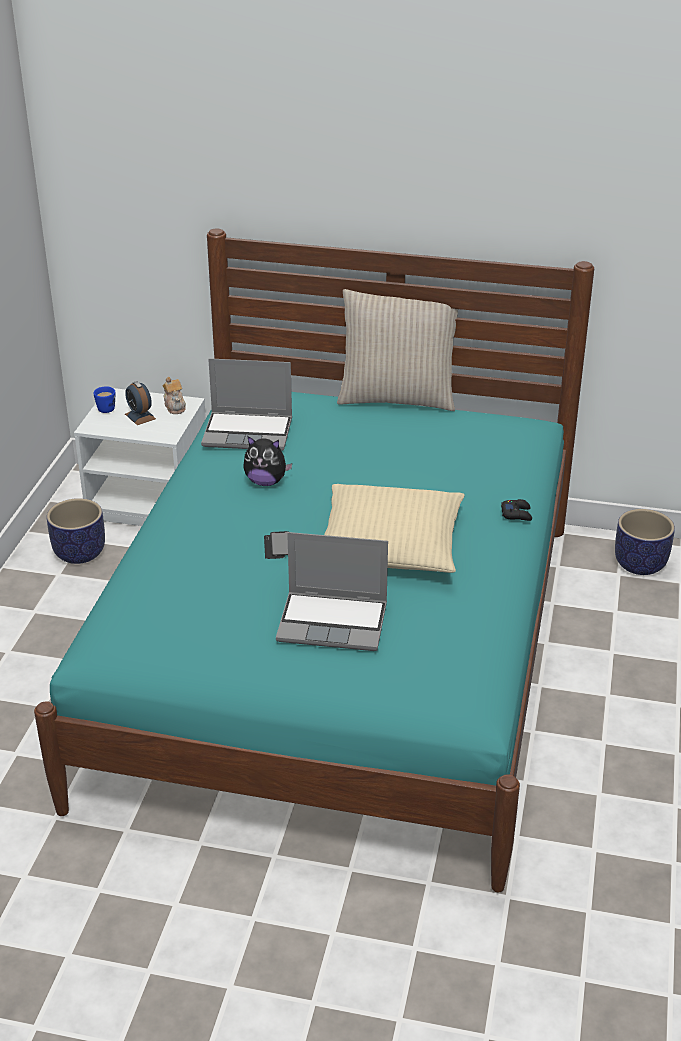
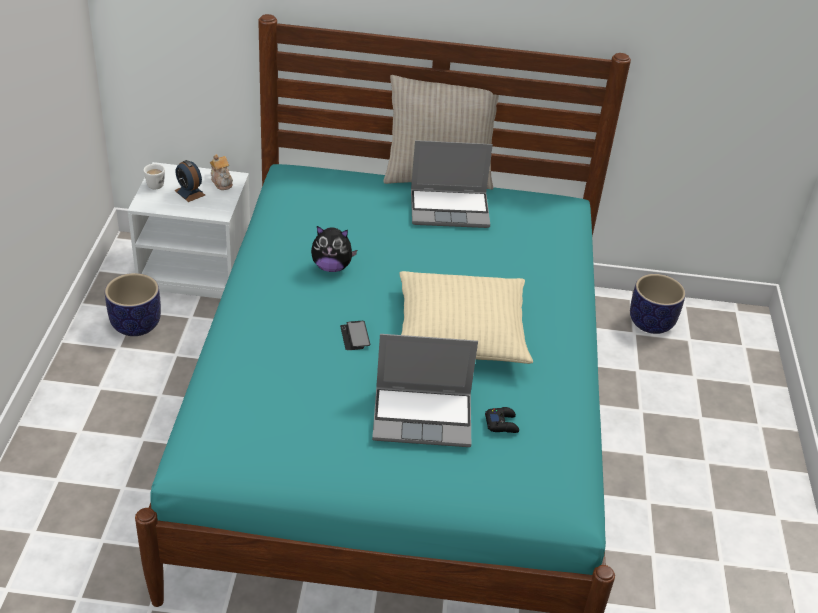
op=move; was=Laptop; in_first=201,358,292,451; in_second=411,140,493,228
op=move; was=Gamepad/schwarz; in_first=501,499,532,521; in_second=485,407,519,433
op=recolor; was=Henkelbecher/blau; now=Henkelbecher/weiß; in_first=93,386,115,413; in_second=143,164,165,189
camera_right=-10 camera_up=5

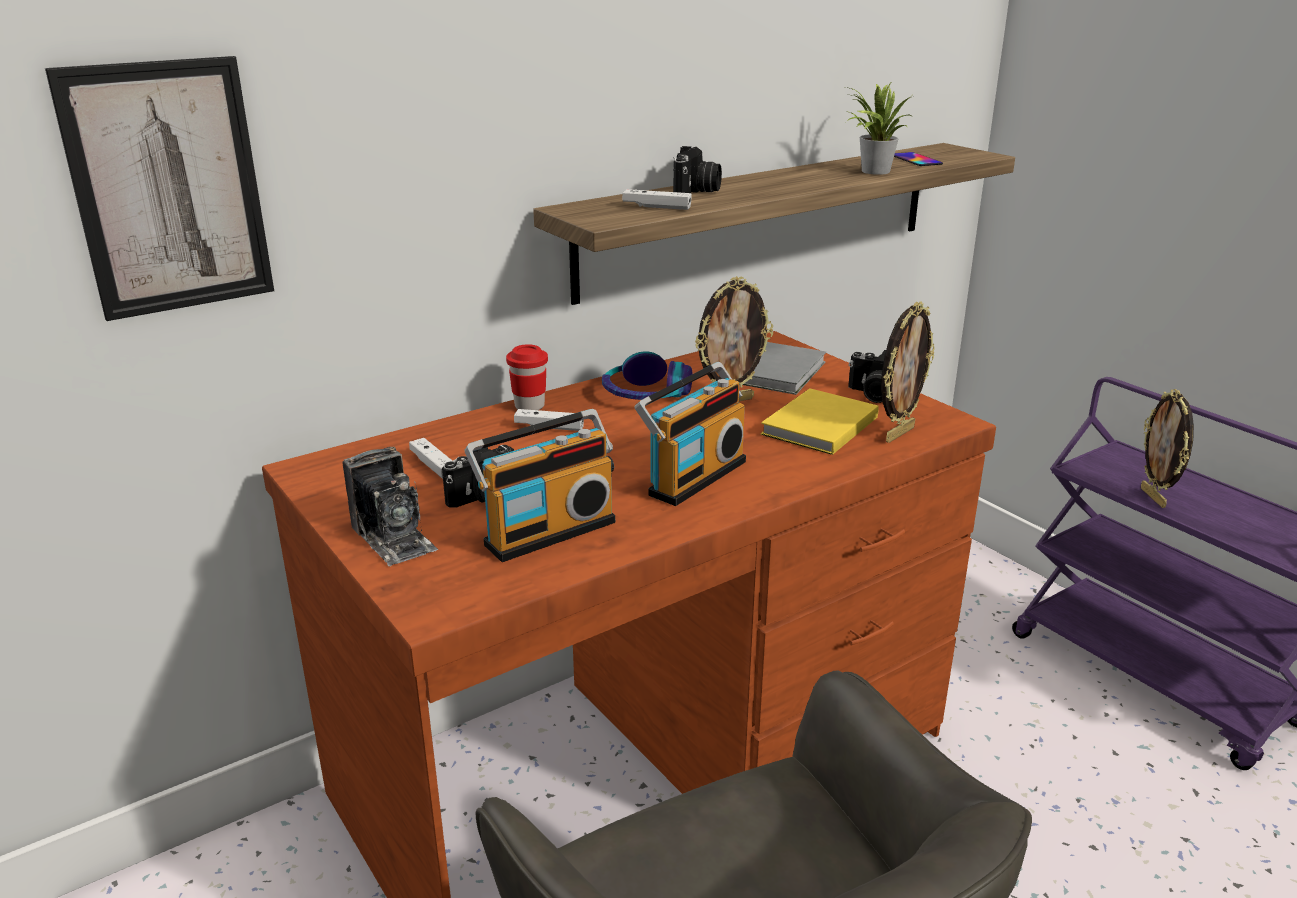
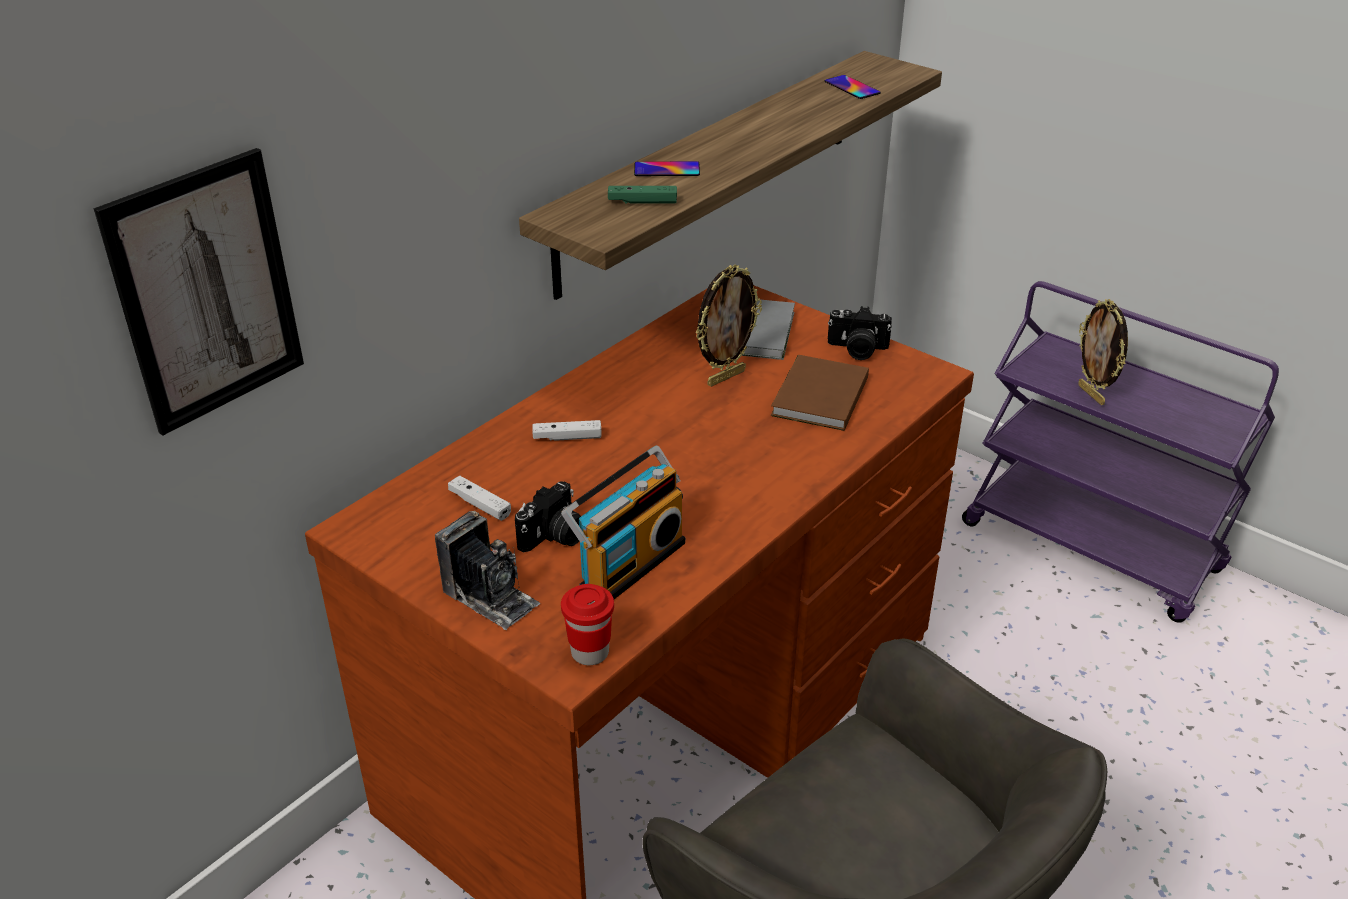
op=delete; was=Kopfhörer; in_first=602,352,692,400
op=delete; was=Radio; in_first=634,362,746,506
op=delete; was=Topfpflanze; in_first=846,83,911,175
op=delete; was=Bilderrahmen; in_first=881,301,934,443
op=move; was=Tasse/rot; in_first=506,344,548,410; in_second=561,584,614,665
op=replace; was=Kamera; now=Handy; in_first=673,146,722,193; in_second=634,161,700,176
op=recolor; was=Gamepad/weiß; now=Gamepad/grün; in_first=622,189,692,210; in_second=608,186,677,204
op=recolor; was=Buch/gelb; now=Buch/braun; in_first=761,388,879,455; in_second=771,355,869,431
camera_right=-15 camera_up=10

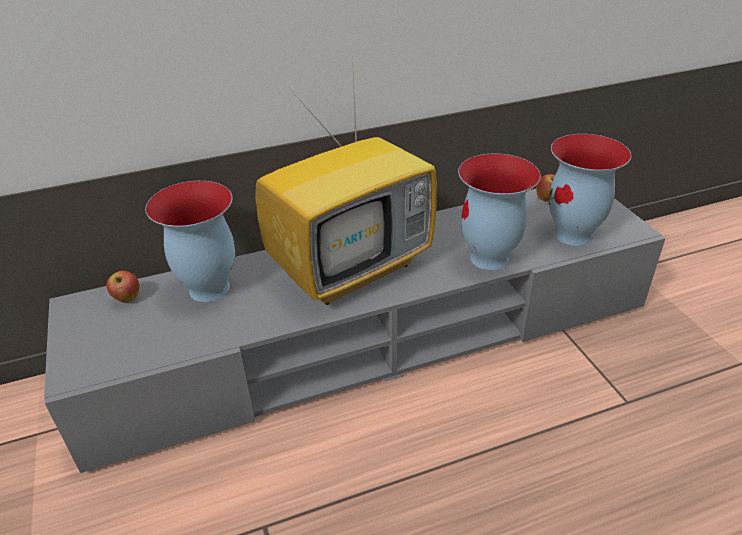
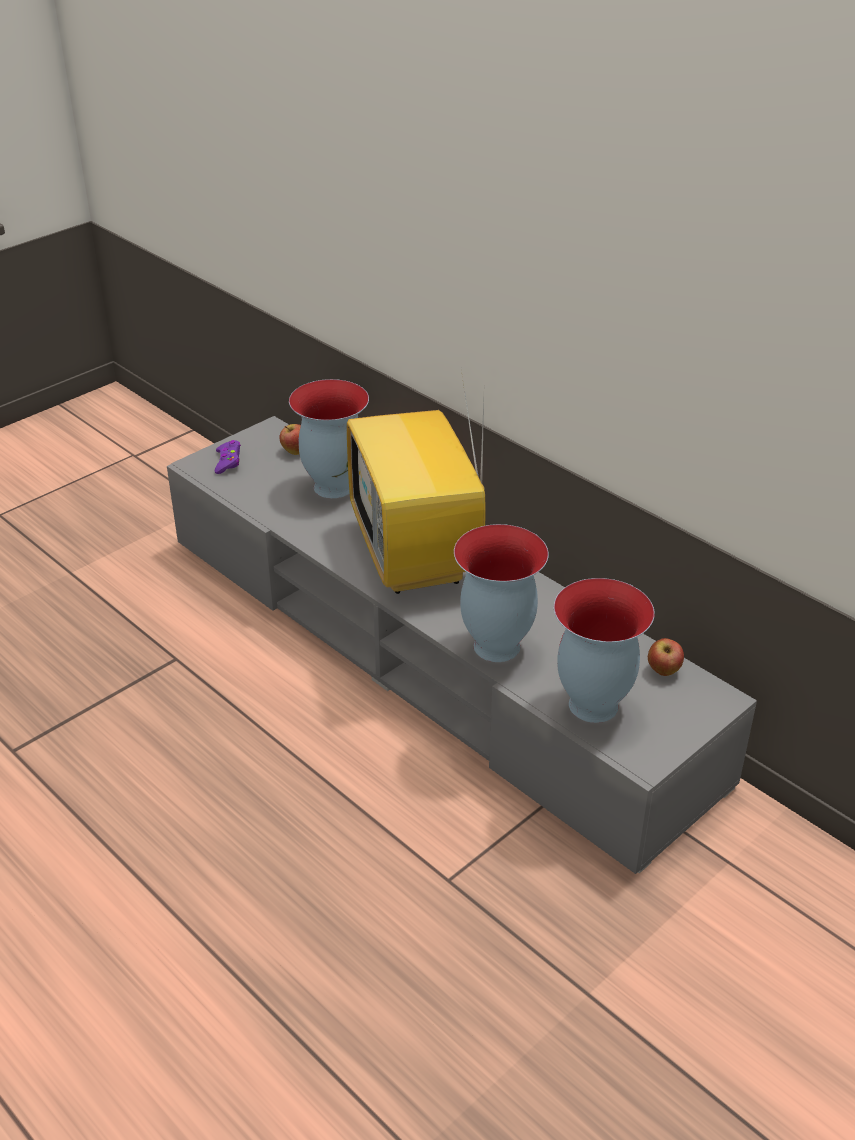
op=insert; now=Gamepad/lila; in_second=215,440,241,474
op=rotate; was=Fernseher; in_first=256,54,437,305; in_second=347,363,486,594; clockwise=45
camera_right=65 camera_up=0

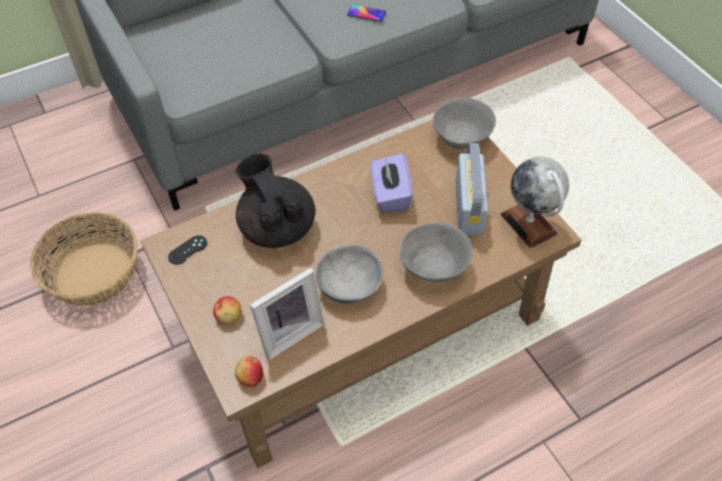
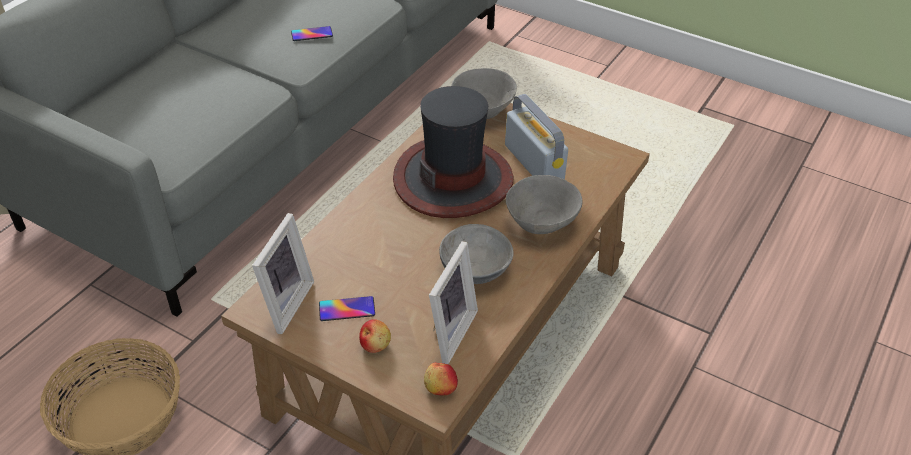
op=delete; was=Teekanne/schwarz; in_first=235,153,315,248
op=delete; was=Globus; in_first=500,156,569,248
op=insert; now=Handy; in_second=319,296,375,321
op=replace; was=Gamepad/schwarz; now=Bilderrahmen; in_first=168,235,207,265; in_second=252,213,314,334
op=replace; was=Taschentuchbox/lila; now=Hut; in_first=371,153,413,212; in_second=393,86,513,218
camera_right=-30 camera_up=-10

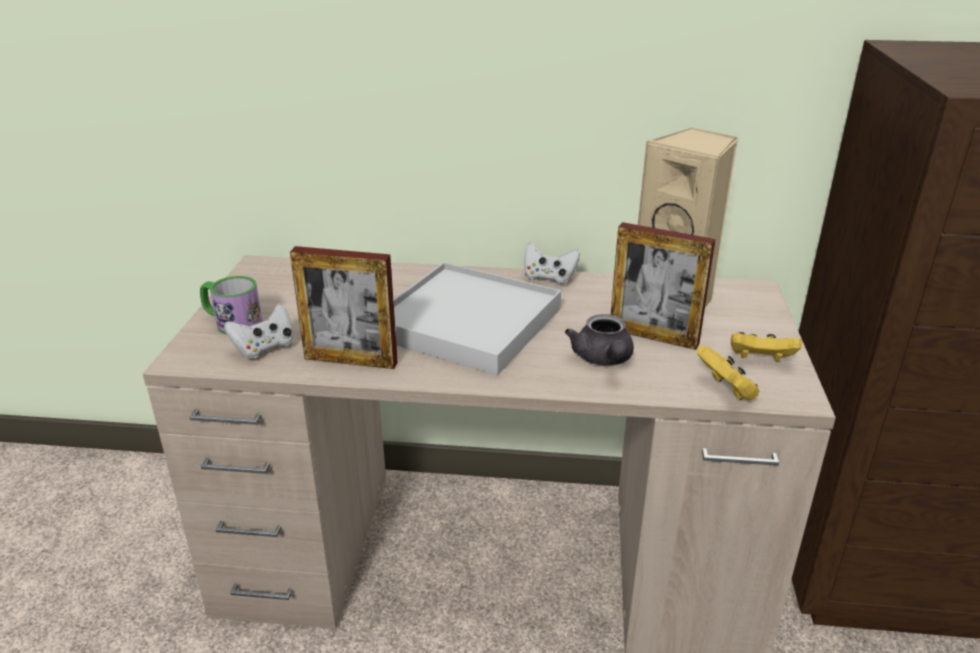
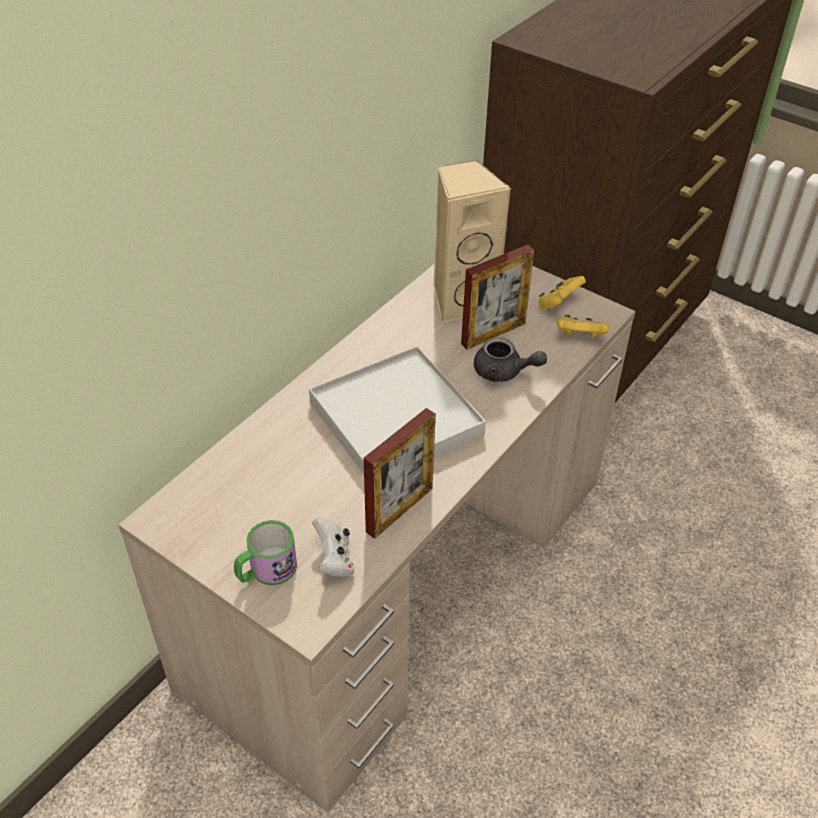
op=delete; was=Gamepad/weiß; in_first=524,242,580,284
camera_right=-60 camera_up=15

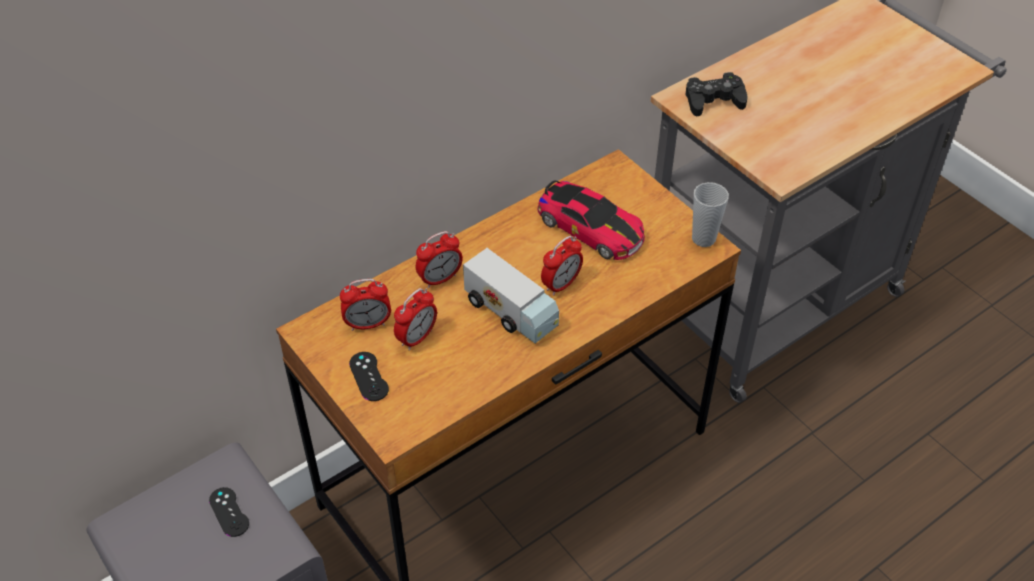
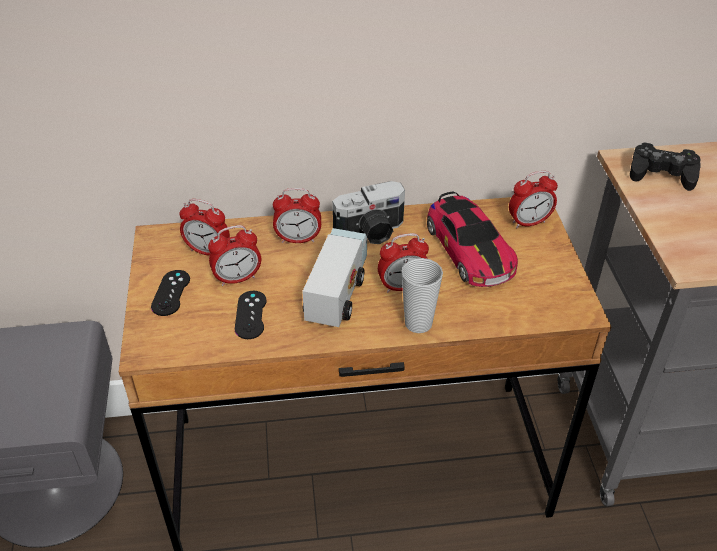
op=insert; now=Kamera; in_second=332,181,405,244
op=insert; now=Wecker; in_second=509,171,558,228
op=move; was=Gamepad/schwarz; in_first=209,487,249,537; in_second=235,291,267,339
op=move; was=Tasse; in_first=692,182,729,247; in_second=402,258,443,333
op=rotate; was=Spielzeuglaster; in_first=463,248,559,343; in_second=302,228,367,327; clockwise=-150
camera_right=30 camera_up=-5

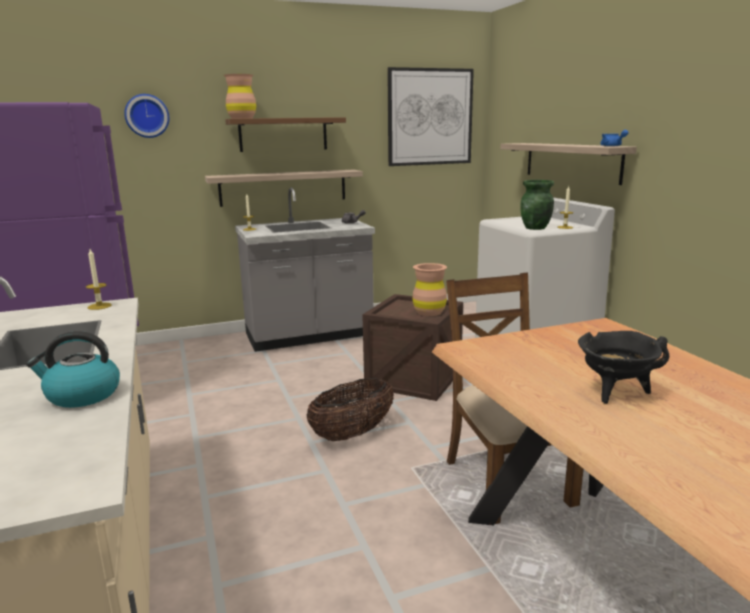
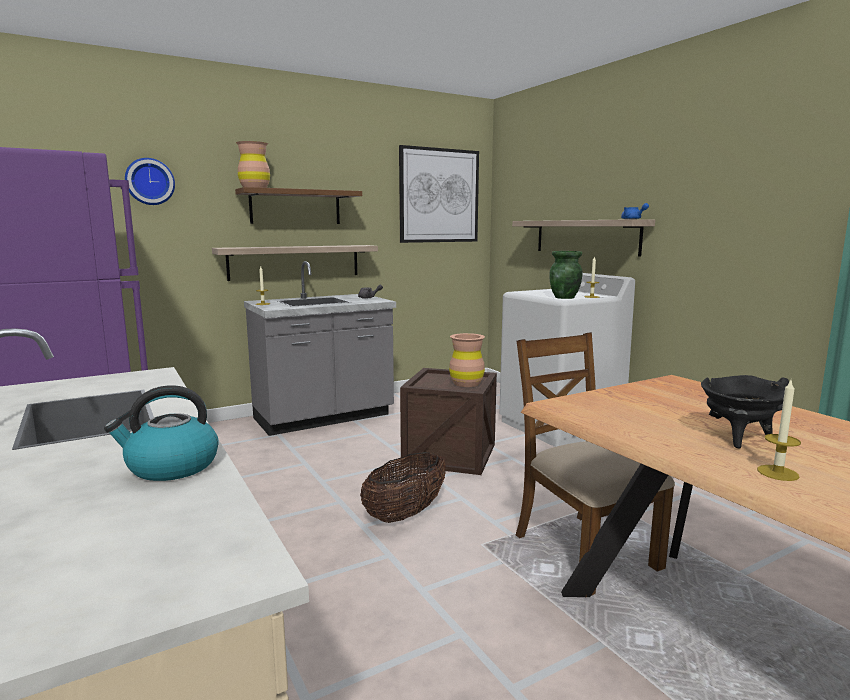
op=move; was=Kerze; in_first=86,249,111,310; in_second=757,381,801,481
camera_right=-10 camera_up=-5

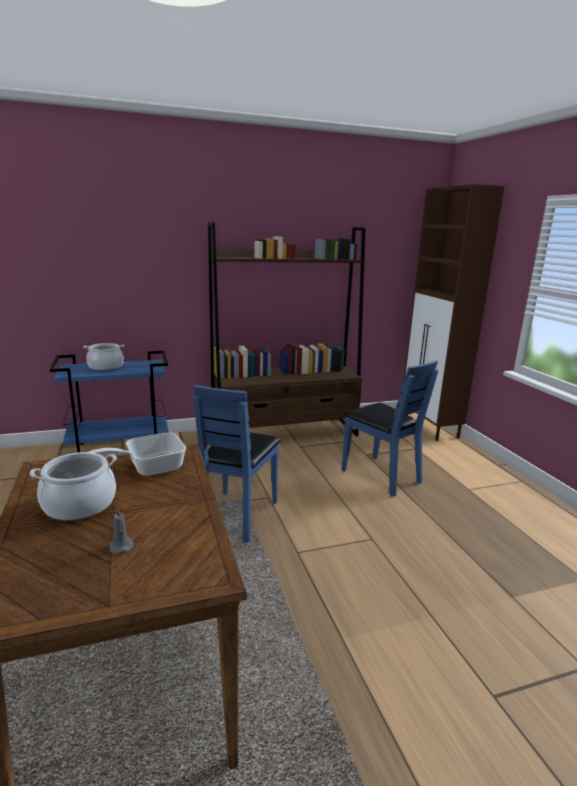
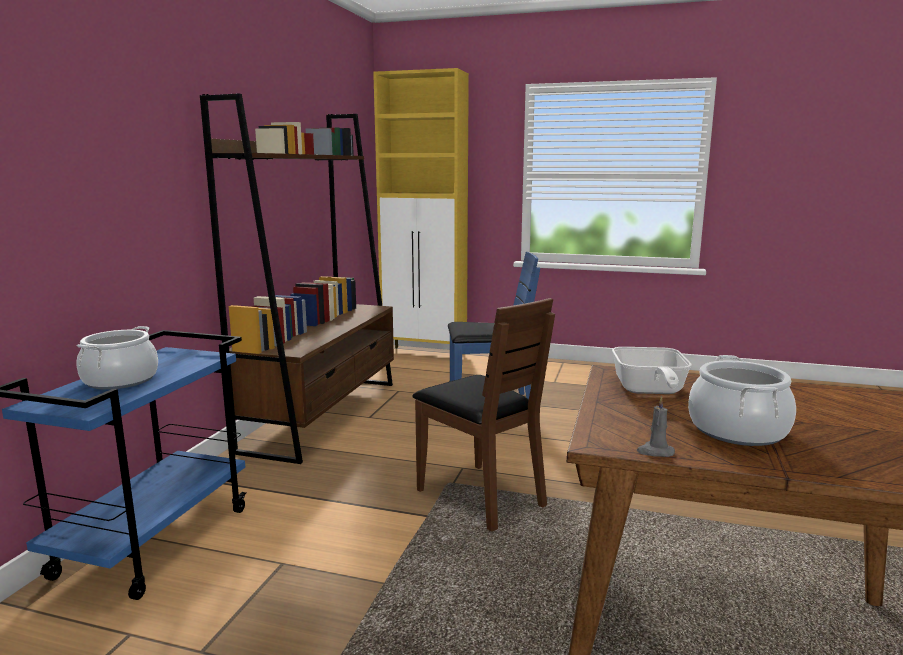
op=move; was=Kerze/grau; in_first=109,507,134,554; in_second=636,396,675,457
op=recolor; was=Stuhl/blau; now=Stuhl/braun; in_first=193,385,281,543; in_second=412,298,555,532
op=recolor; was=Schrank/braun; now=Schrank/gelb; in_first=403,184,505,441; in_second=373,68,469,348
camera_right=-55 camera_up=-5

